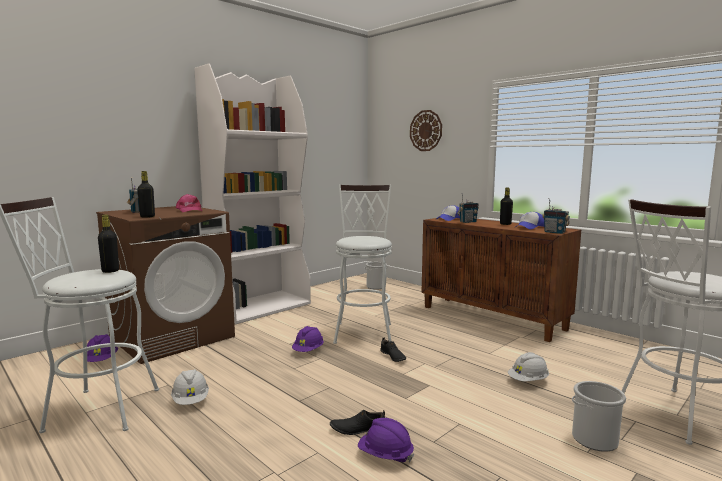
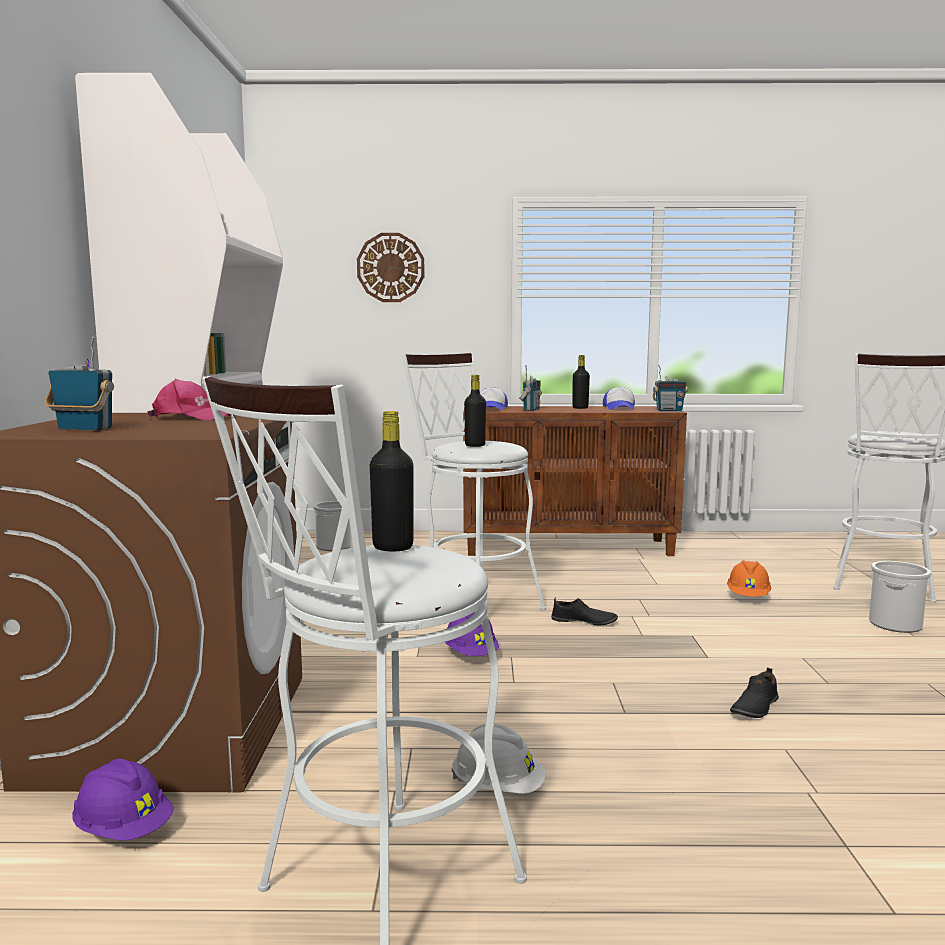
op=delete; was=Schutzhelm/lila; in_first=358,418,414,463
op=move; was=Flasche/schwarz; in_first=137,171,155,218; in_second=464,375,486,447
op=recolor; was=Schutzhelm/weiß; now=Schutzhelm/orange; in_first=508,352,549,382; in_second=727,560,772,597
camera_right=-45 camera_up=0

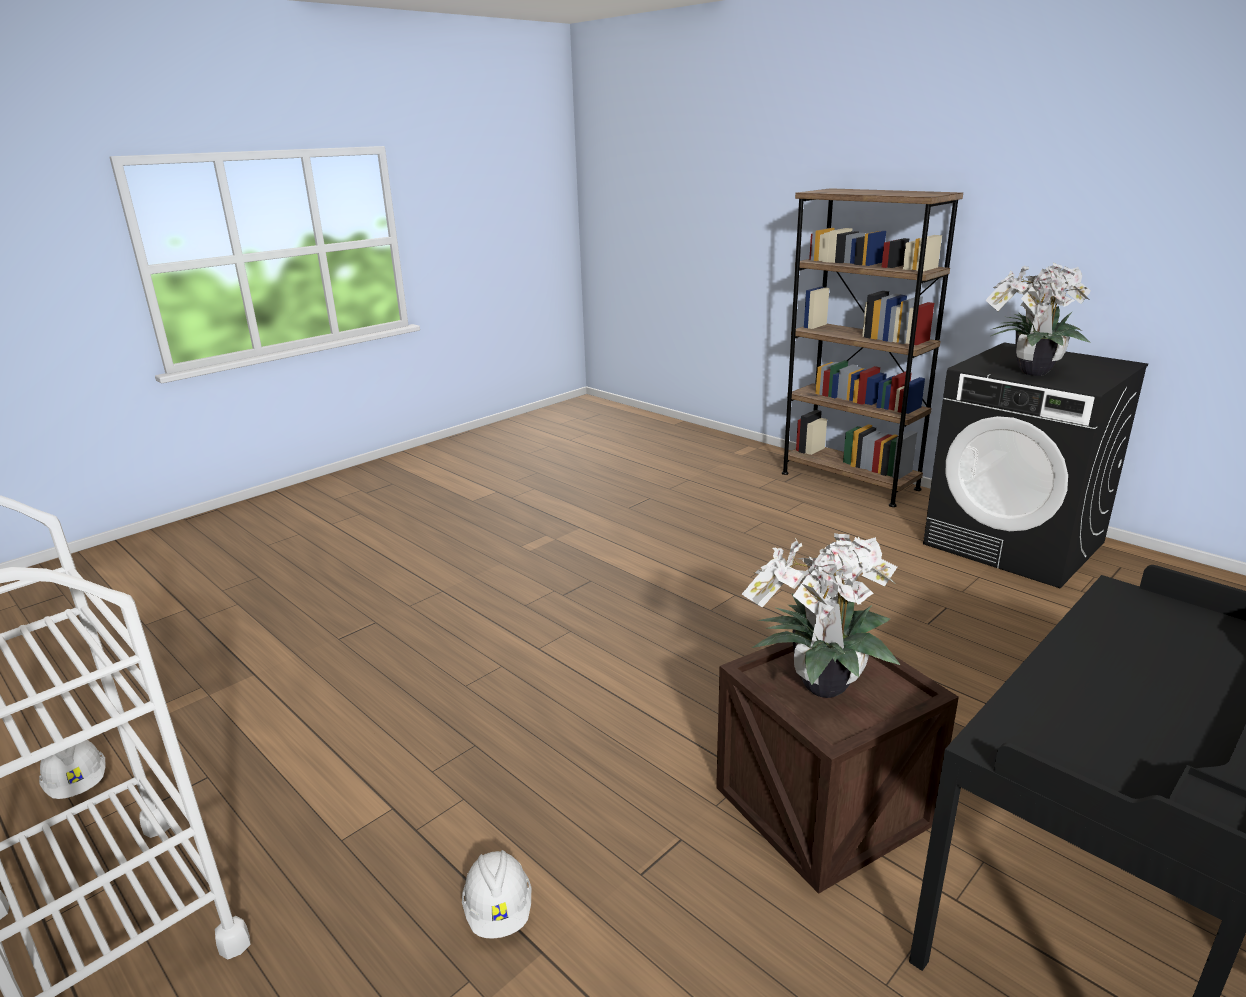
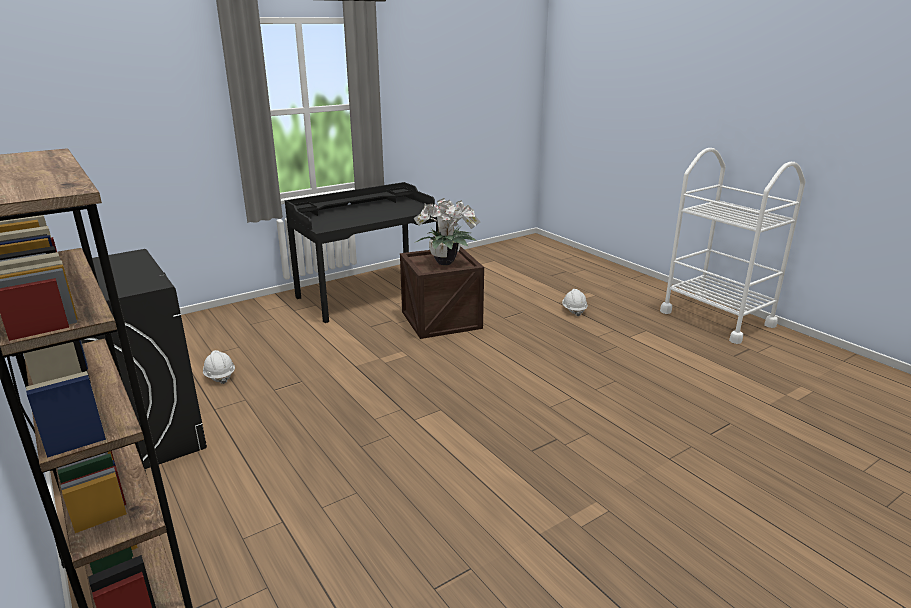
op=delete; was=Topfpflanze; in_first=985,263,1091,376
op=move; was=Schutzhelm/weiß; in_first=39,740,106,799; in_second=203,350,235,384
camera_right=-170 camera_up=0

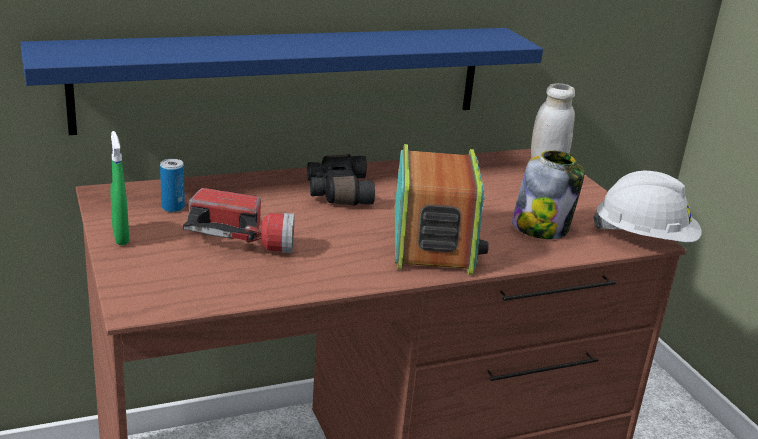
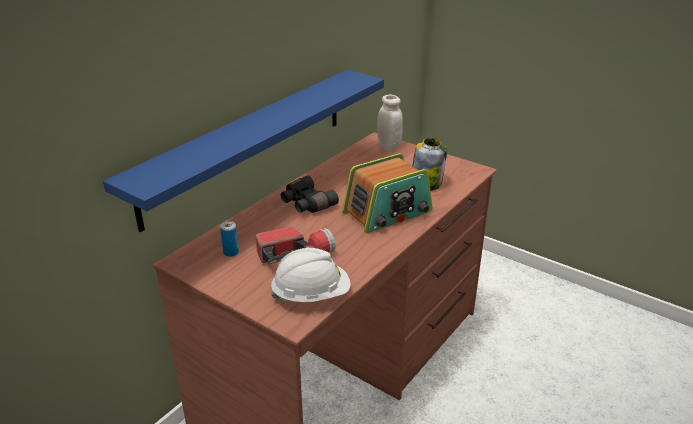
op=delete; was=Sprühflasche/grün; in_first=111,131,130,245
op=move; was=Schutzhelm/weiß; in_first=593,171,702,242; in_second=271,248,350,302
op=rotate; was=Radio; in_first=395,144,489,275; in_second=342,153,432,233; clockwise=90
camera_right=-30 camera_up=5

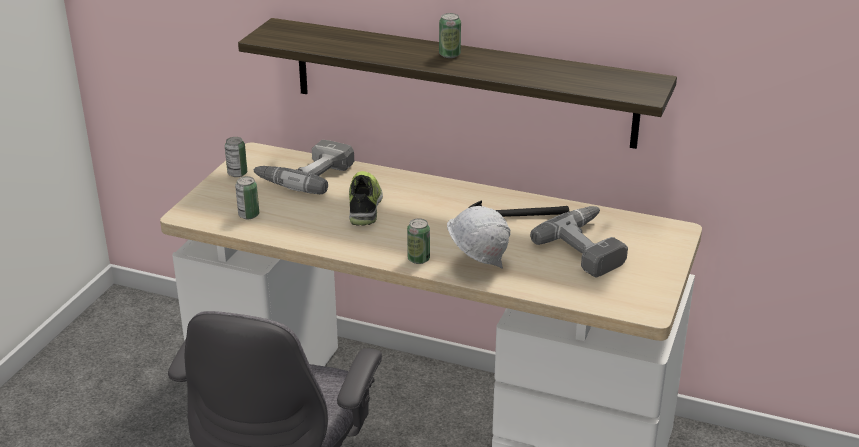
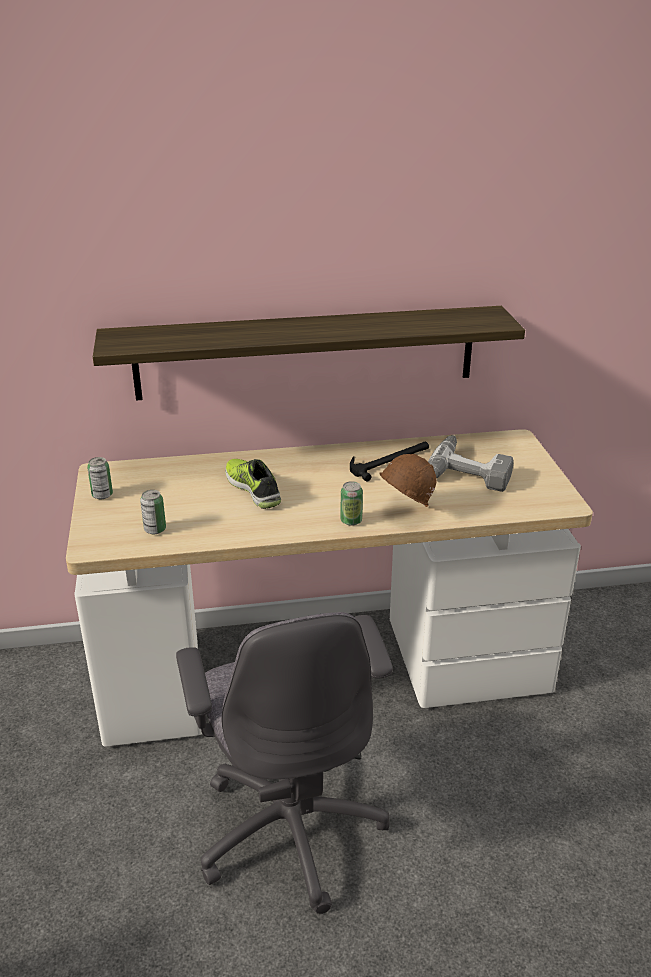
op=delete; was=Bohrmaschine; in_first=253,140,354,194
op=delete; was=Dose; in_first=439,13,461,58
op=recolor; was=Schutzhelm/weiß; now=Schutzhelm/braun; in_first=447,206,511,268; in_second=379,454,436,507
camera_right=-30 camera_up=0

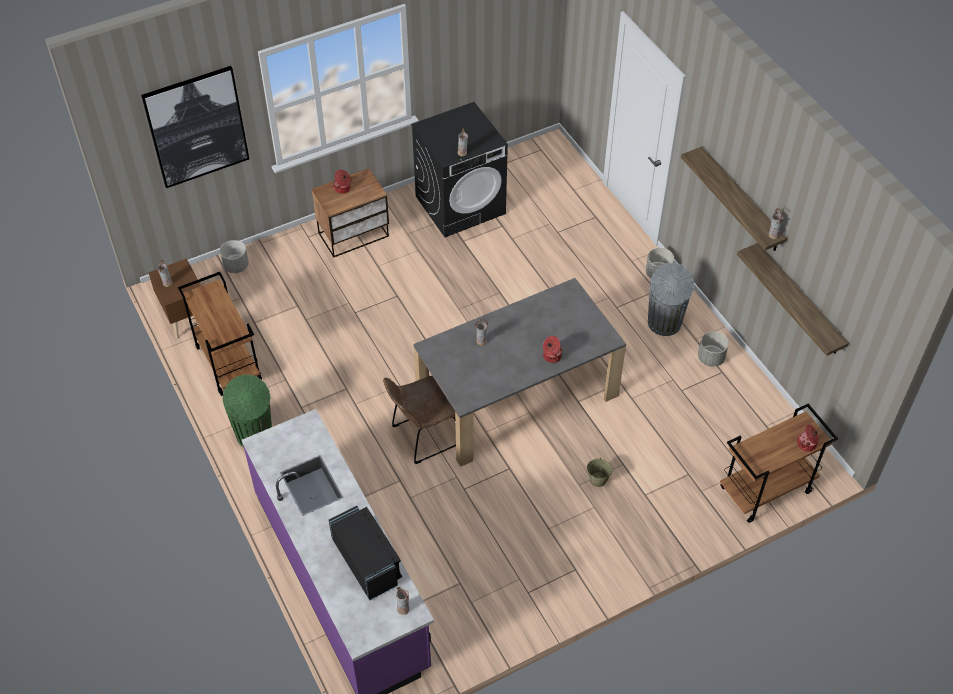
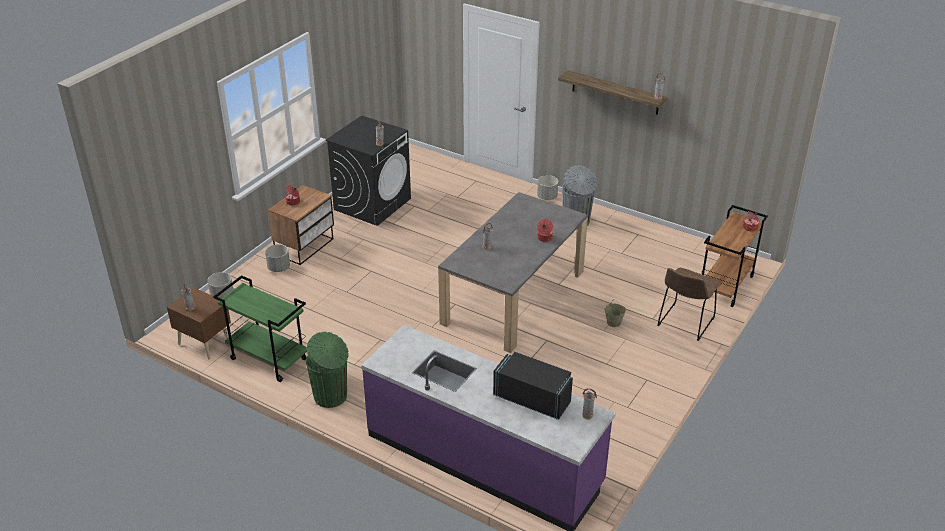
op=delete; was=Bild; in_first=141,66,249,188
op=delete; was=Wandregal; in_first=737,243,849,356
op=move; was=Stuhl/braun; in_first=383,376,456,464; in_second=657,268,721,341
op=move; was=Pflanzkübel/grau; in_first=698,332,729,367; in_second=265,244,290,272
op=recolor; was=Rollwagen/braun; now=Rollwagen/grün; in_first=178,272,262,396; in_second=213,275,307,382
camera_right=-30 camera_up=-15

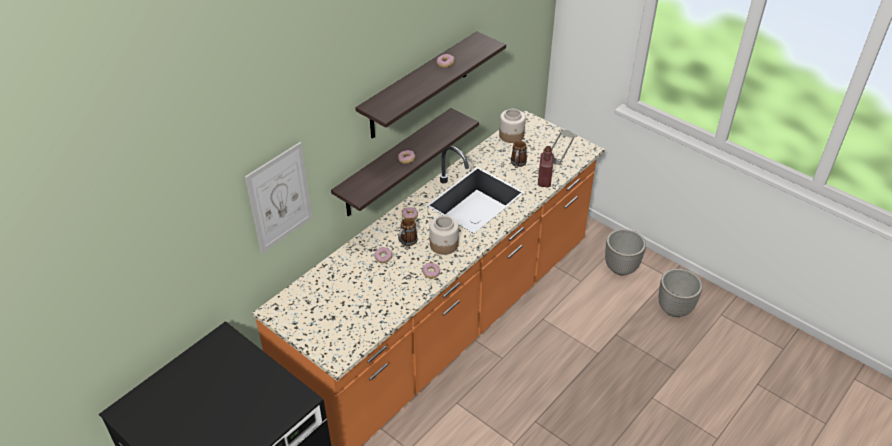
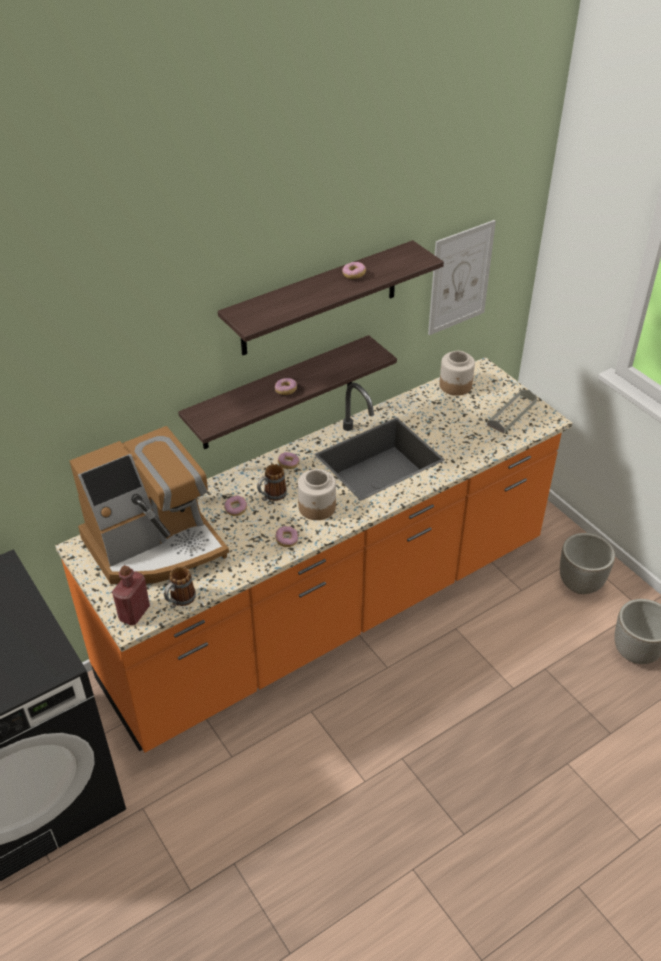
op=insert; now=Kaffeemaschine; in_second=69,426,229,584
op=move; was=Bild; in_first=245,142,312,253; in_second=428,220,496,335
op=move; was=Henkelbecher; in_first=511,140,527,168; in_second=164,566,196,608
op=move; was=Flasche/rot; in_first=538,146,554,187; in_second=112,565,150,625
camera_right=15 camera_up=0

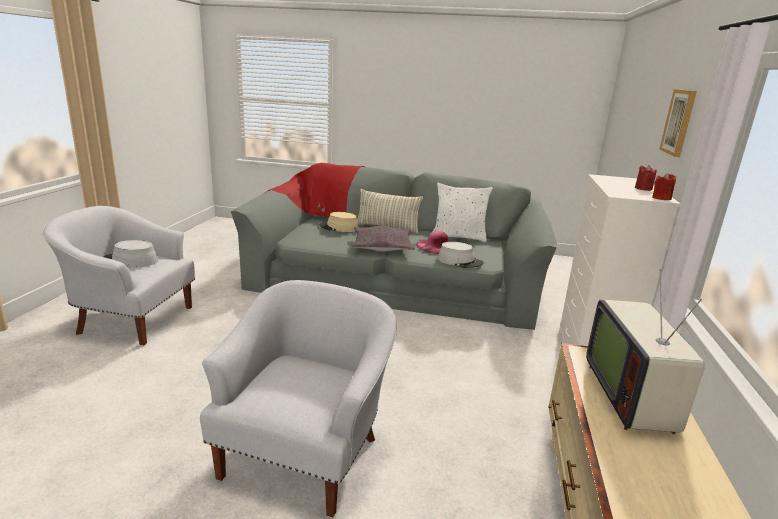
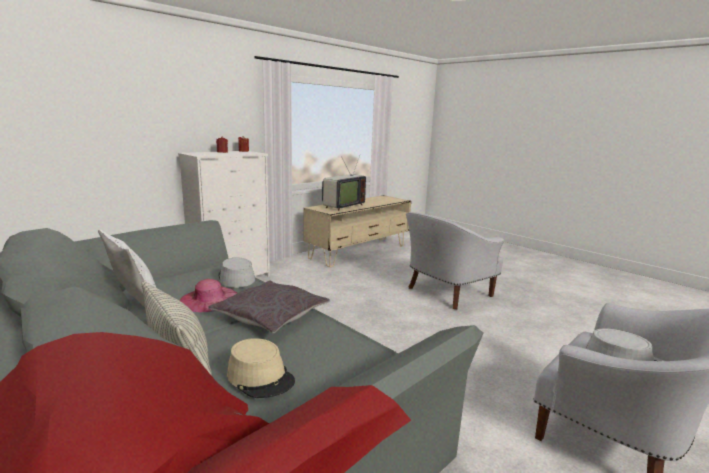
op=delete; was=Bild; in_first=659,89,697,157
camera_right=-145 camera_up=-5

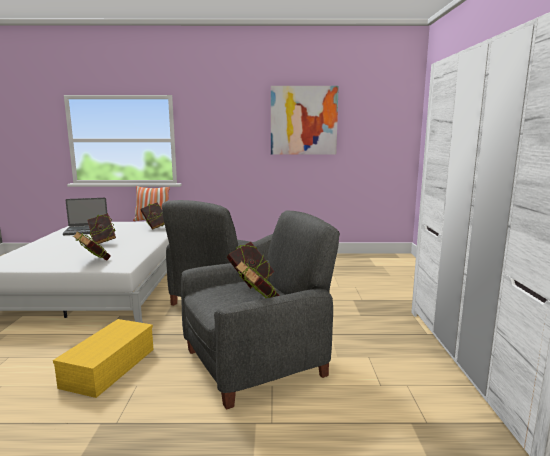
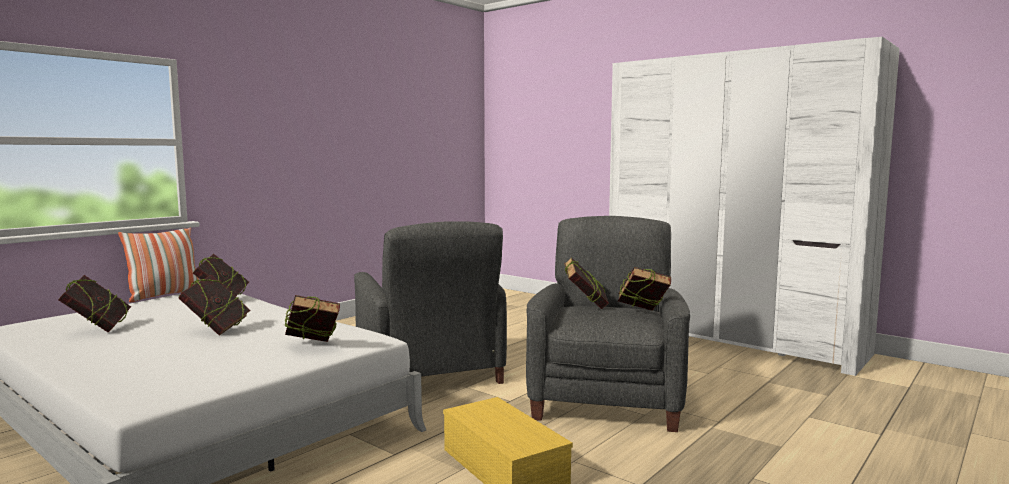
op=delete; was=Bild; in_first=271,86,339,155
op=replace; was=Laptop; now=Buch; in_first=63,198,107,235; in_second=58,275,131,332
camera_right=-50 camera_up=-5

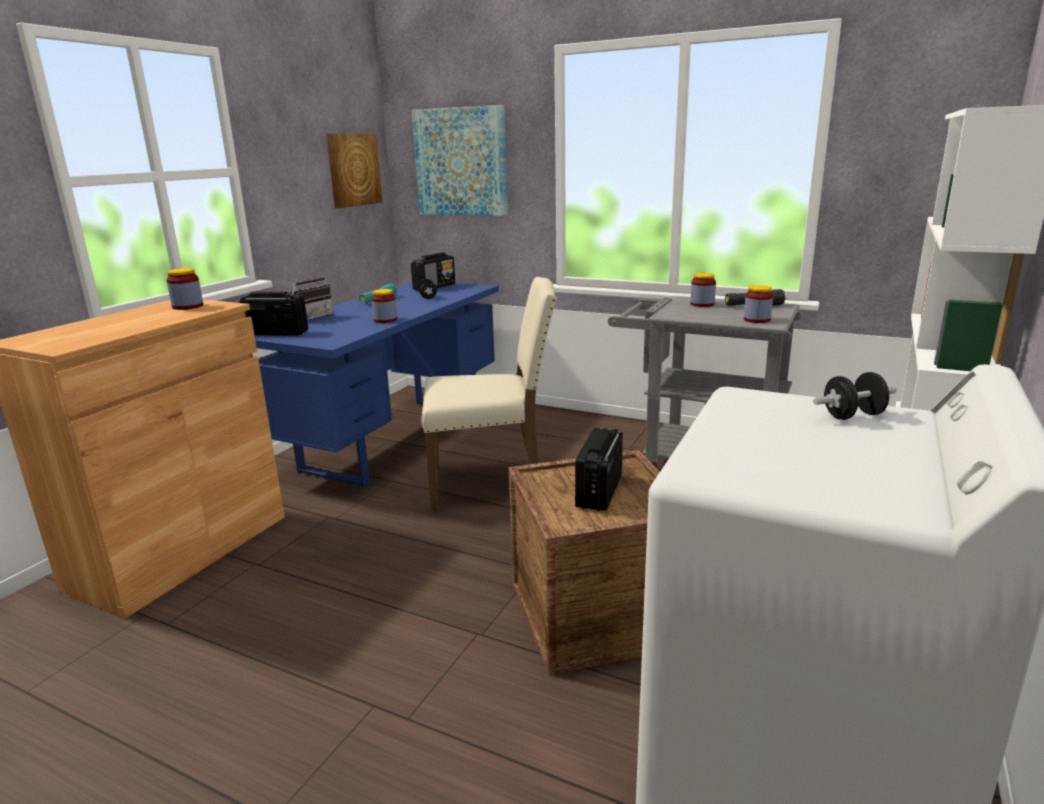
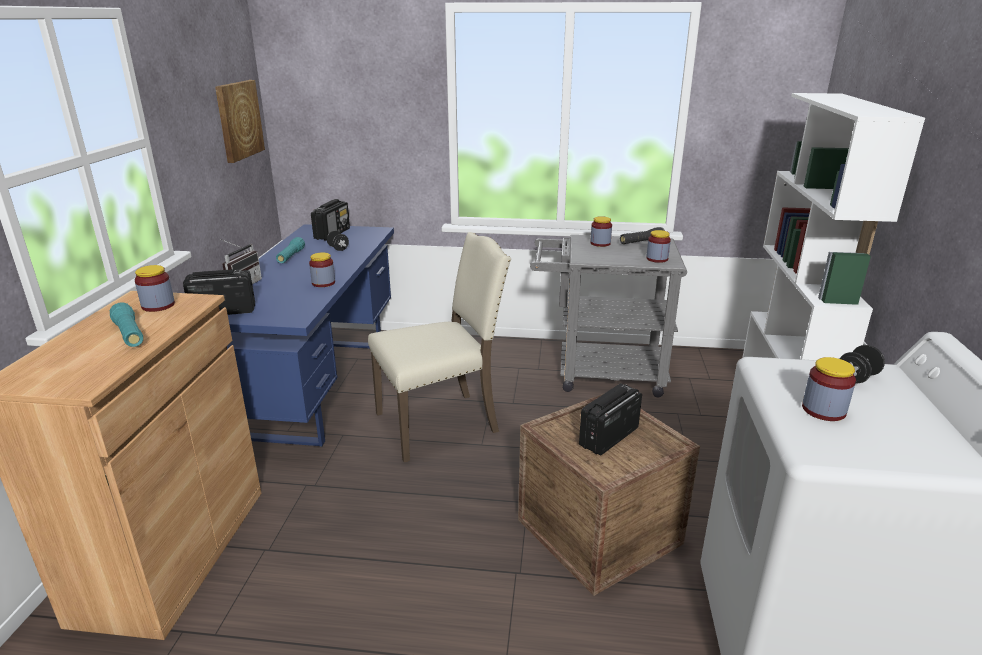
op=delete; was=Bild; in_first=412,105,508,216
op=insert; now=Taschenlampe/türkis; in_second=110,302,143,347
op=insert; now=Vorratsglas; in_second=802,357,856,421
op=rotate; was=Radio; in_first=575,427,623,511; in_second=579,383,642,456; clockwise=45
camera_right=-20 camera_up=5

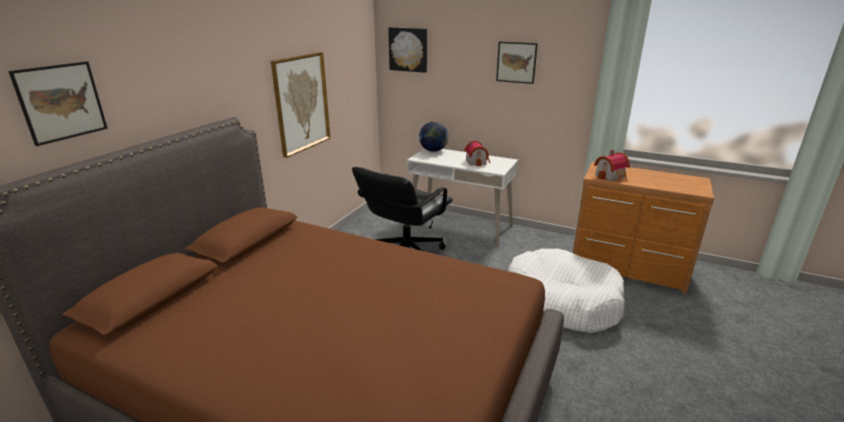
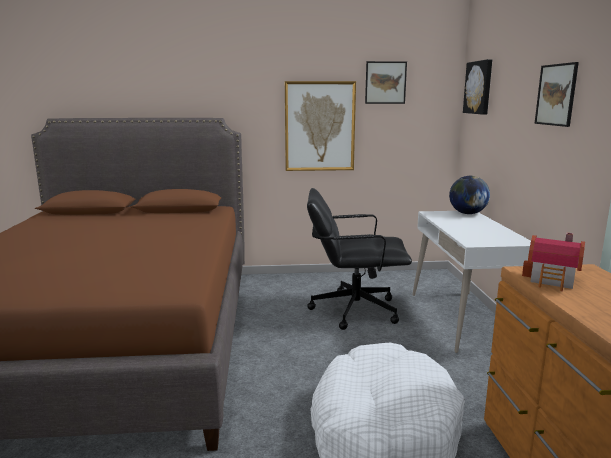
op=delete; was=Spielzeughaus; in_first=464,141,490,167
op=move; was=Bild; in_first=8,61,108,146; in_second=365,61,407,104
camera_right=60 camera_up=-10

